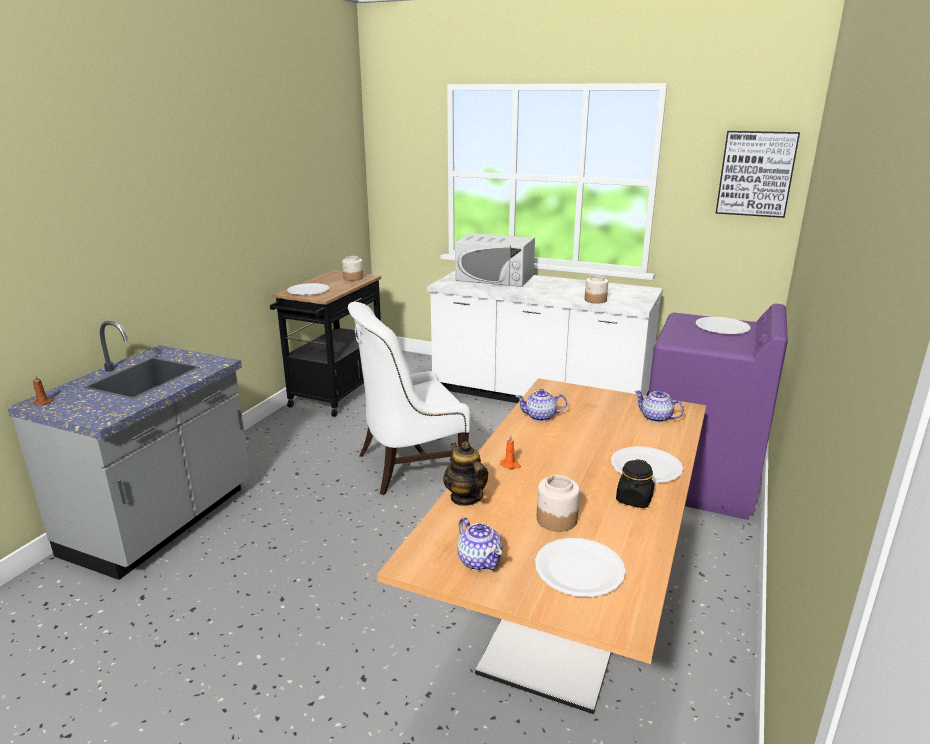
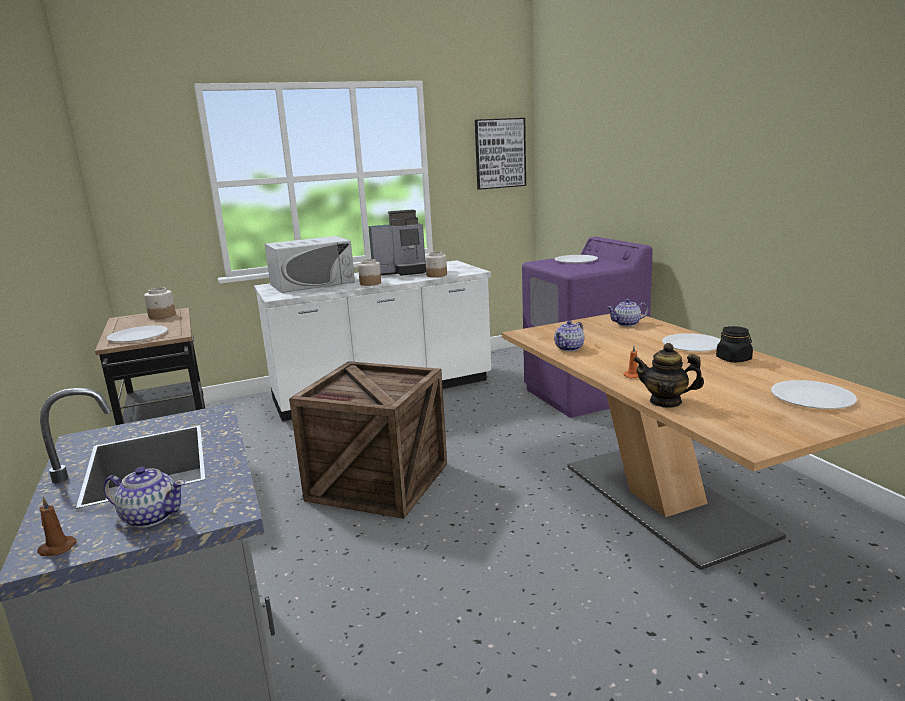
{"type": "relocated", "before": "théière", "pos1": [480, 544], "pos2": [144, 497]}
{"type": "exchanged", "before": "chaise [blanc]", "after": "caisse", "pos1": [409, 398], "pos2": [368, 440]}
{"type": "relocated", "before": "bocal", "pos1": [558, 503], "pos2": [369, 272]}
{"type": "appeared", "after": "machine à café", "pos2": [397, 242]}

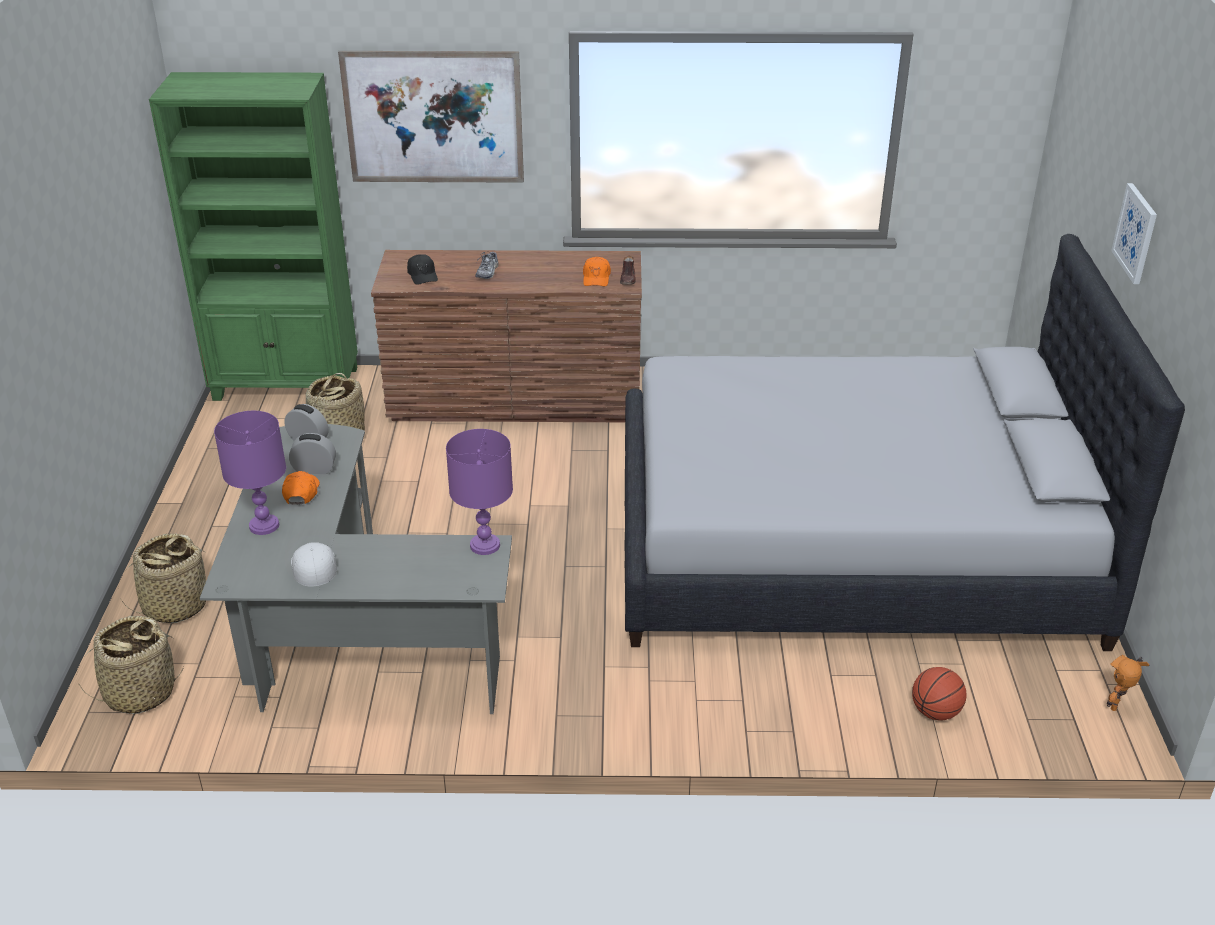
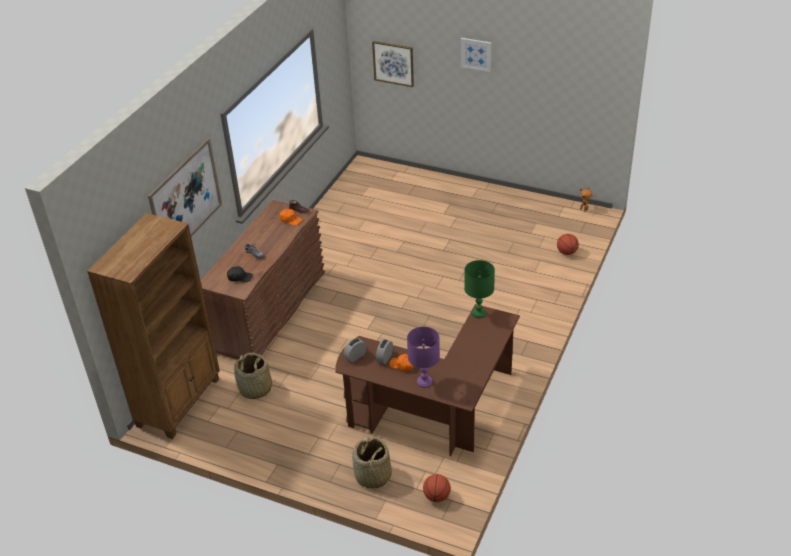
{"type": "colour", "before": "bibliothèque [vert]", "after": "bibliothèque [marron]", "pos1": [253, 236], "pos2": [153, 326]}
{"type": "colour", "before": "bureau [gris]", "after": "bureau [marron]", "pos1": [356, 569], "pos2": [427, 380]}
{"type": "appeared", "after": "tableau", "pos2": [393, 64]}
{"type": "exchanged", "before": "panier", "after": "ballon de basket", "pos1": [131, 665], "pos2": [437, 488]}
{"type": "colour", "before": "lampe de table [violet]", "after": "lampe de table [vert]", "pos1": [479, 492], "pos2": [479, 289]}
{"type": "missing", "before": "casquette [blanc]", "pos1": [314, 564]}
{"type": "missing", "before": "lit [gris]", "pos1": [905, 442]}

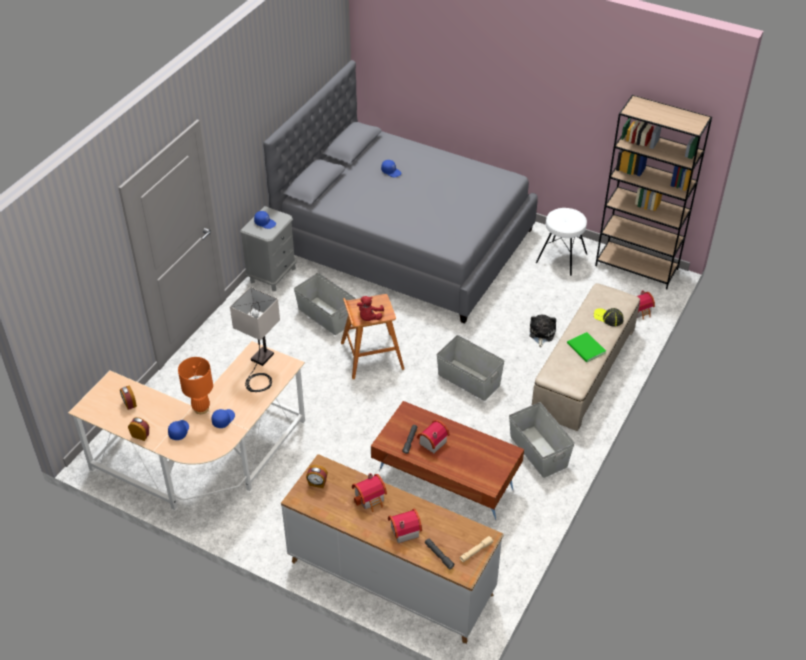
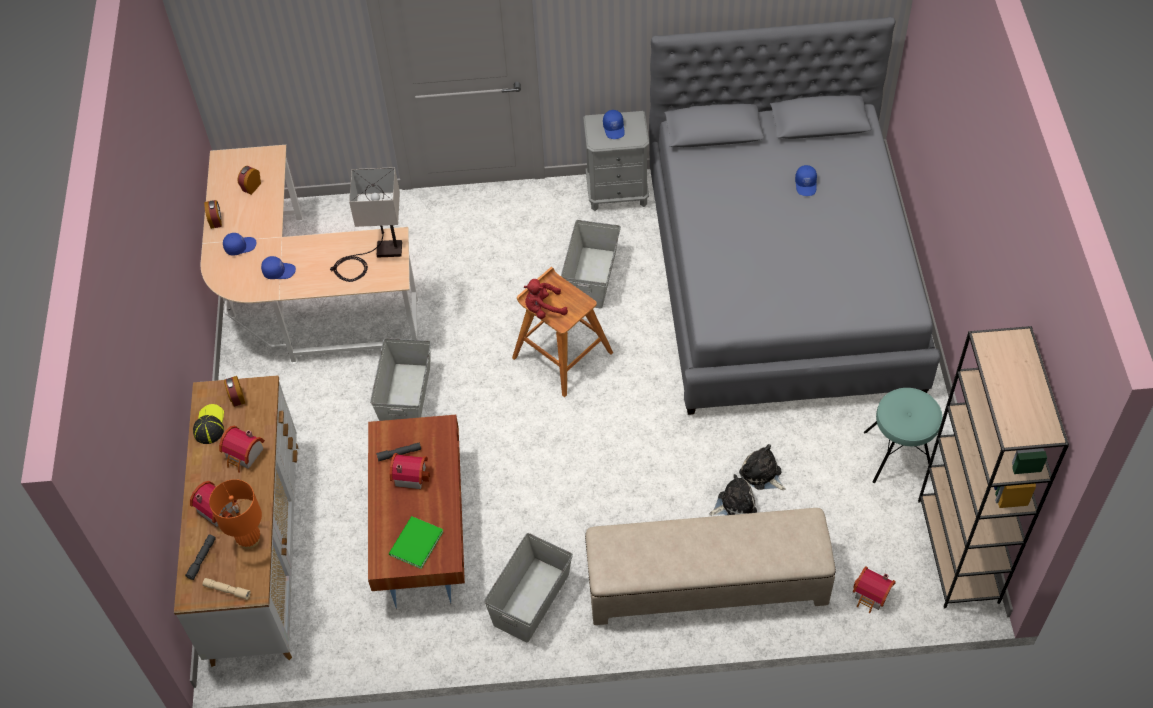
{"type": "relocated", "before": "casquette", "pos1": [609, 317], "pos2": [208, 424]}
{"type": "relocated", "before": "lampe de table [orange]", "pos1": [195, 385], "pos2": [235, 514]}
{"type": "relocated", "before": "boîte de rangement [gris]", "pos1": [470, 368], "pos2": [400, 379]}
{"type": "relocated", "before": "livre [vert]", "pos1": [586, 347], "pos2": [416, 542]}
{"type": "appeared", "after": "peluche", "pos2": [762, 467]}
{"type": "colour", "before": "tabouret [blanc]", "after": "tabouret [turquoise]", "pos1": [561, 242], "pos2": [903, 435]}

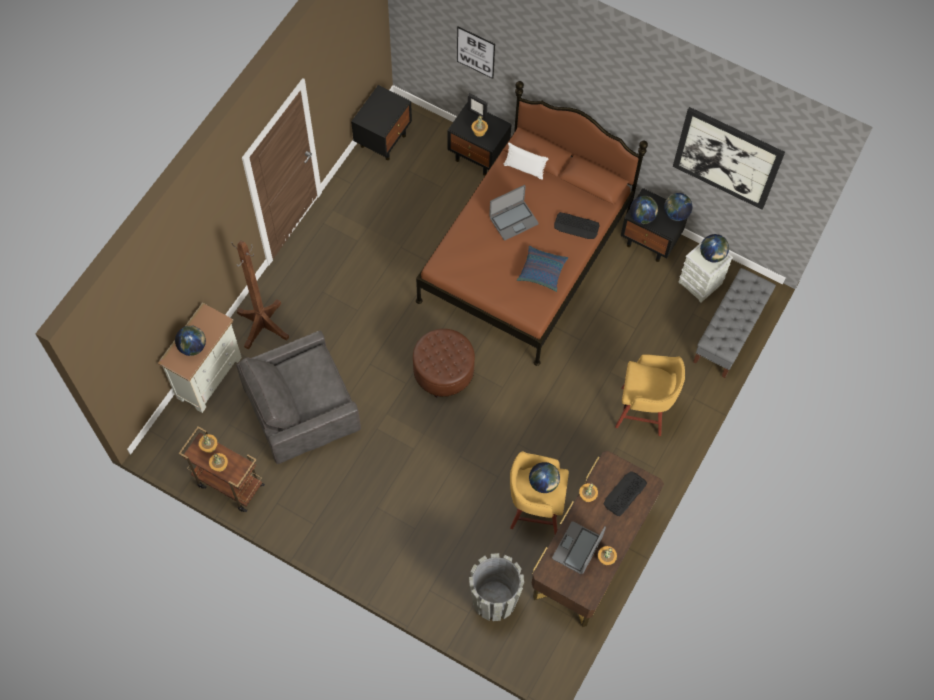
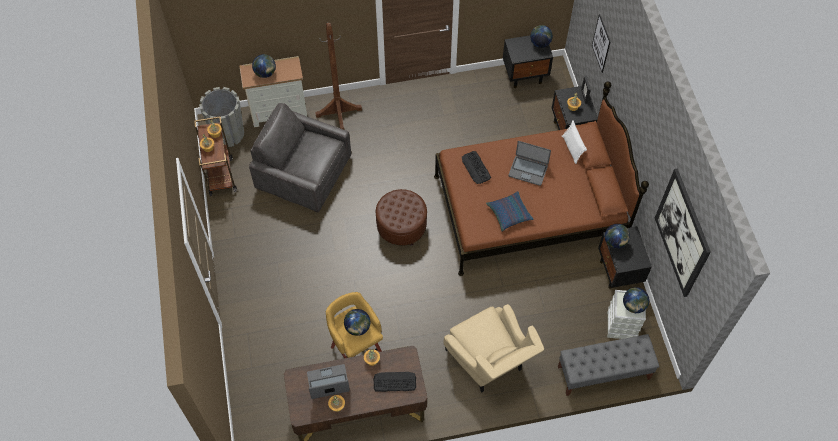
{"type": "relocated", "before": "cache-pot [gris]", "pos1": [496, 587], "pos2": [221, 117]}
{"type": "exchanged", "before": "tabouret [jaune]", "after": "fauteuil [beige]", "pos1": [650, 395], "pos2": [494, 348]}
{"type": "relocated", "before": "clavier", "pos1": [577, 225], "pos2": [476, 167]}
{"type": "relocated", "before": "globe", "pos1": [678, 207], "pos2": [541, 36]}

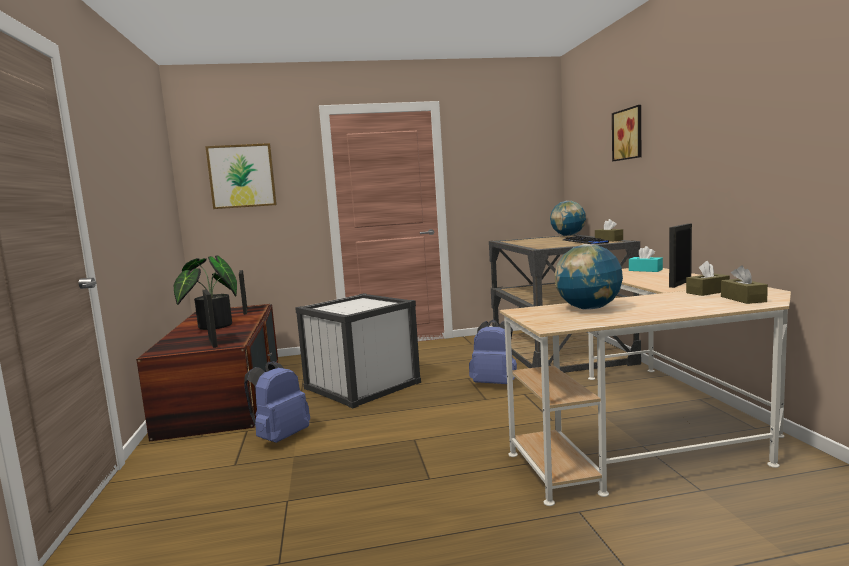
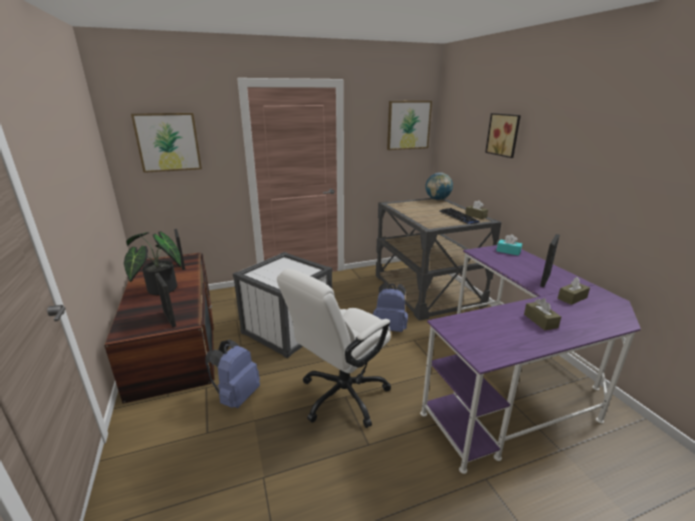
{"type": "appeared", "after": "chaise de bureau [blanc]", "pos2": [334, 348]}
{"type": "appeared", "after": "tableau", "pos2": [409, 125]}
{"type": "colour", "before": "bureau [beige]", "after": "bureau [violet]", "pos1": [645, 387], "pos2": [530, 359]}
{"type": "relocated", "before": "boîte à mouchoirs [marron]", "pos1": [744, 284], "pos2": [542, 314]}
{"type": "missing", "before": "globe", "pos1": [588, 277]}

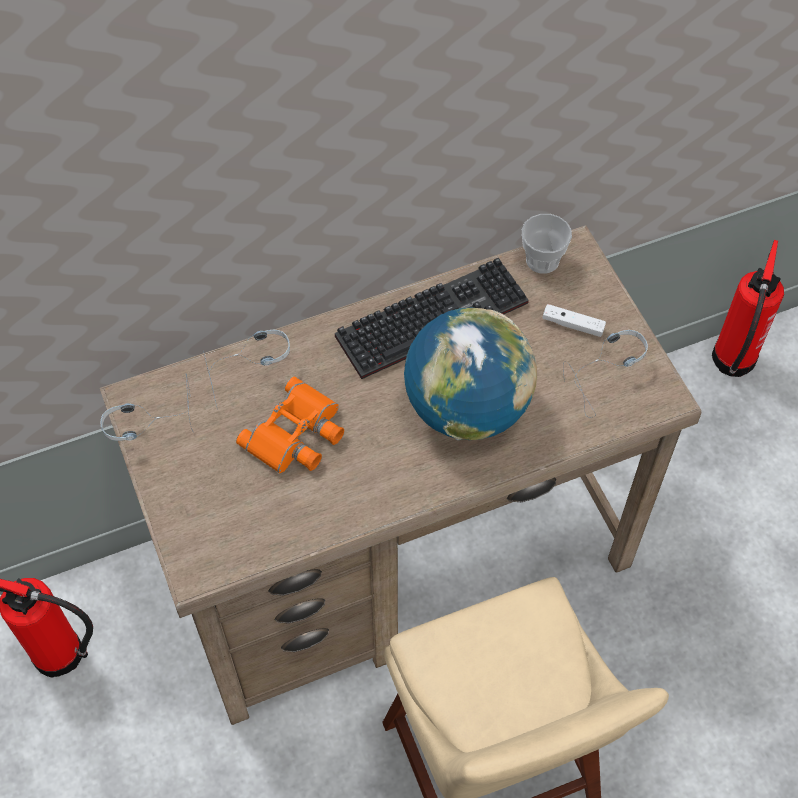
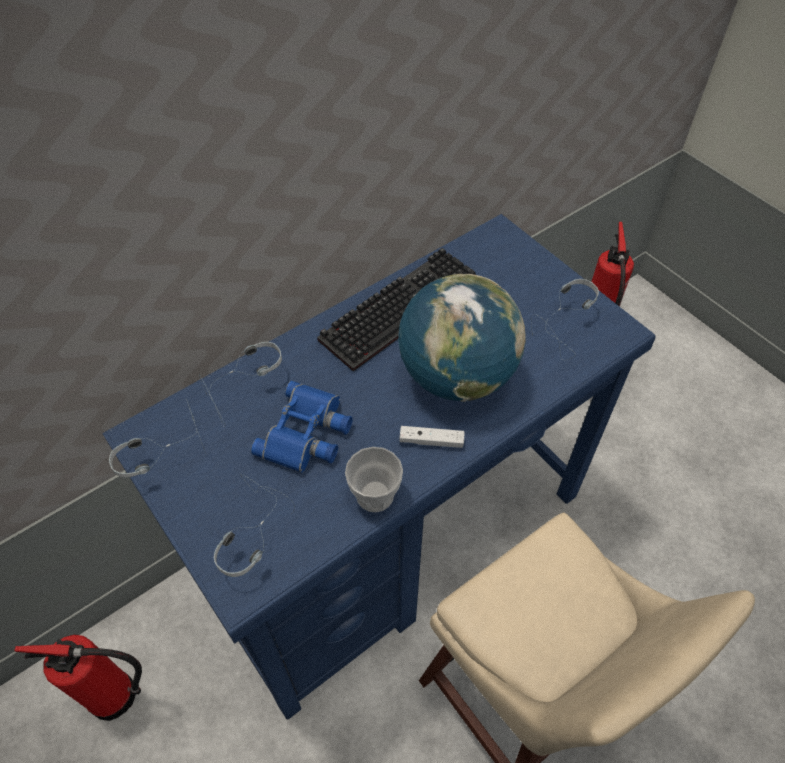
{"type": "colour", "before": "bureau [marron]", "after": "bureau [bleu]", "pos1": [400, 475], "pos2": [379, 467]}
{"type": "appeared", "after": "casque audio", "pos2": [254, 525]}
{"type": "colour", "before": "jumelles [orange]", "after": "jumelles [bleu]", "pos1": [290, 425], "pos2": [302, 427]}
{"type": "relocated", "before": "tasse", "pos1": [547, 244], "pos2": [374, 479]}
{"type": "relocated", "before": "manette [blanc]", "pos1": [574, 320], "pos2": [432, 437]}

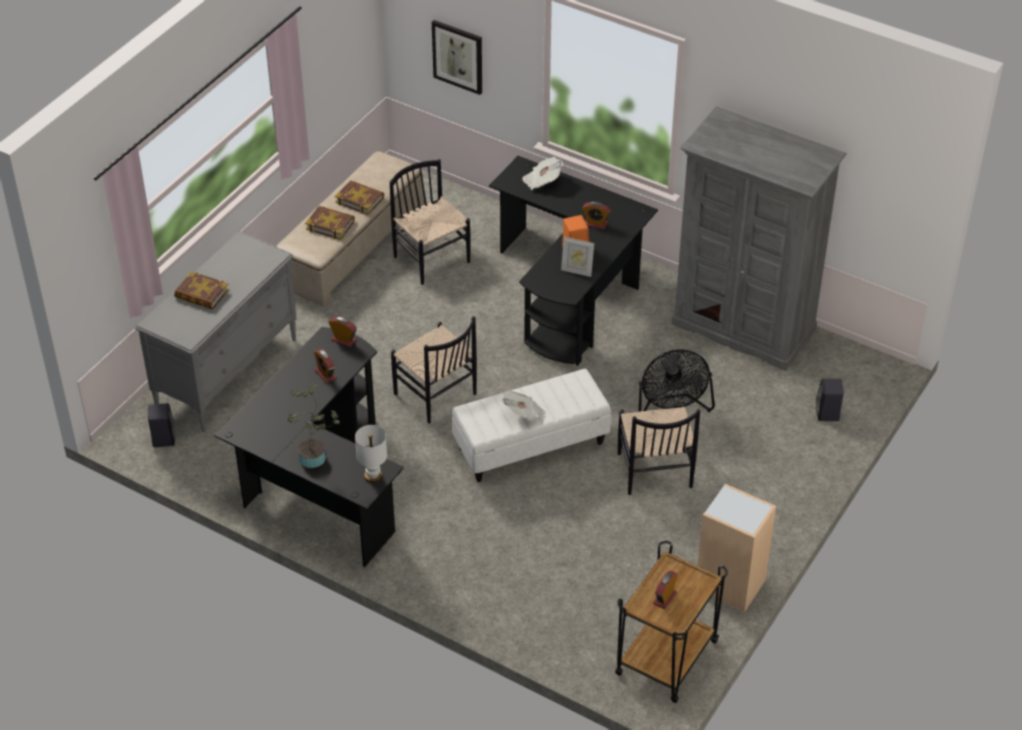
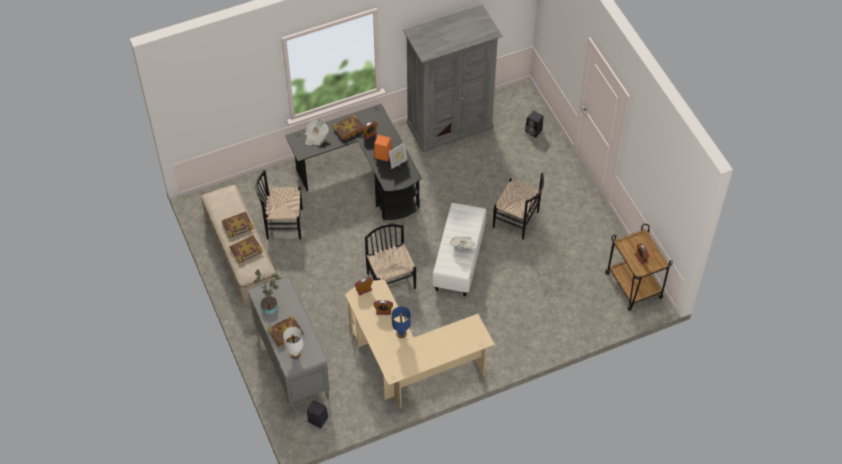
{"type": "relocated", "before": "plante en pot", "pos1": [314, 426], "pos2": [267, 292]}
{"type": "relocated", "before": "lampe de table [blanc]", "pos1": [371, 454], "pos2": [293, 343]}
{"type": "appeared", "after": "livre", "pos2": [348, 128]}
{"type": "colour", "before": "bureau [noir]", "after": "bureau [beige]", "pos1": [309, 447], "pos2": [420, 344]}
{"type": "spun", "before": "chaise [noir]", "pos1": [434, 370], "pos2": [390, 256], "turn": -105}
{"type": "appeared", "after": "lampe de table [bleu]", "pos2": [401, 322]}
{"type": "missing", "before": "tableau", "pos1": [457, 57]}
{"type": "missing", "before": "ventilateur [noir]", "pos1": [677, 380]}
{"type": "missing", "before": "bibliothèque", "pos1": [737, 548]}

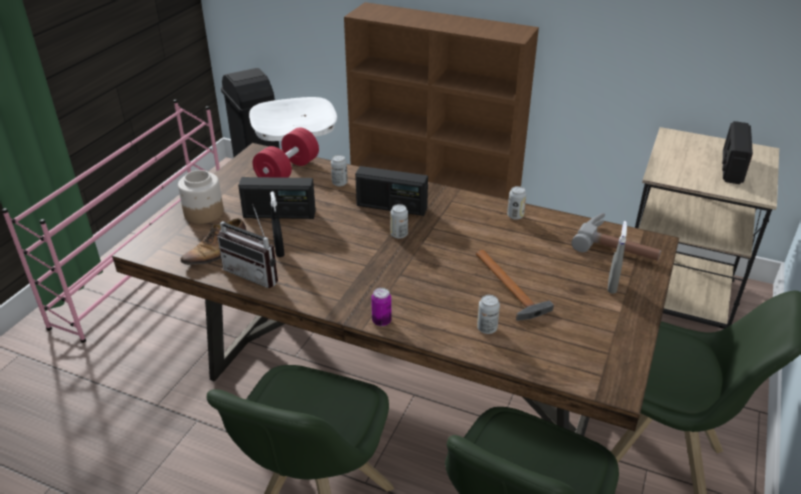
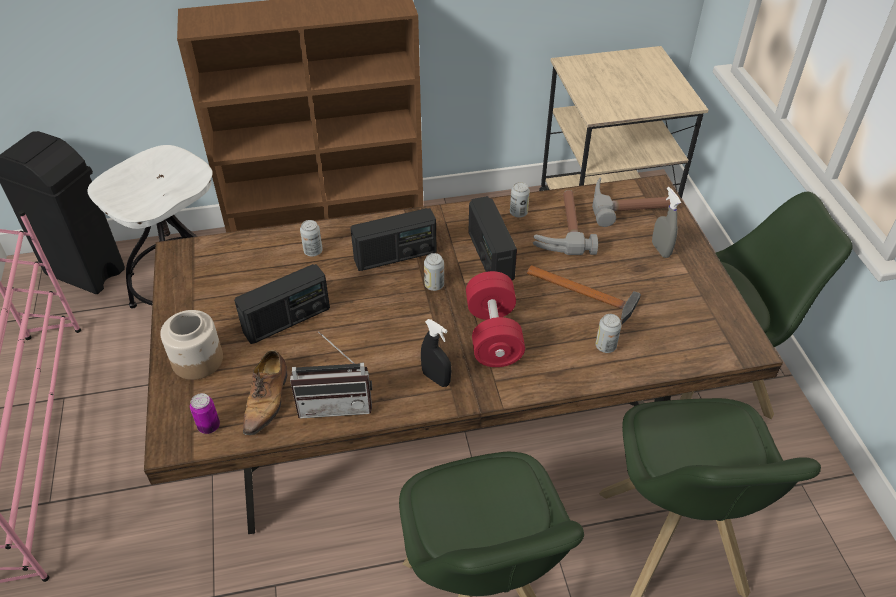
{"type": "relocated", "before": "boîte métallique", "pos1": [381, 307], "pos2": [205, 413]}
{"type": "relocated", "before": "vaporisateur [noir]", "pos1": [277, 224], "pos2": [436, 353]}
{"type": "relocated", "before": "haltère [rouge]", "pos1": [286, 152], "pos2": [495, 319]}
{"type": "relocated", "before": "radio", "pos1": [737, 152], "pos2": [492, 238]}
{"type": "appeared", "after": "marteau", "pos2": [565, 222]}

